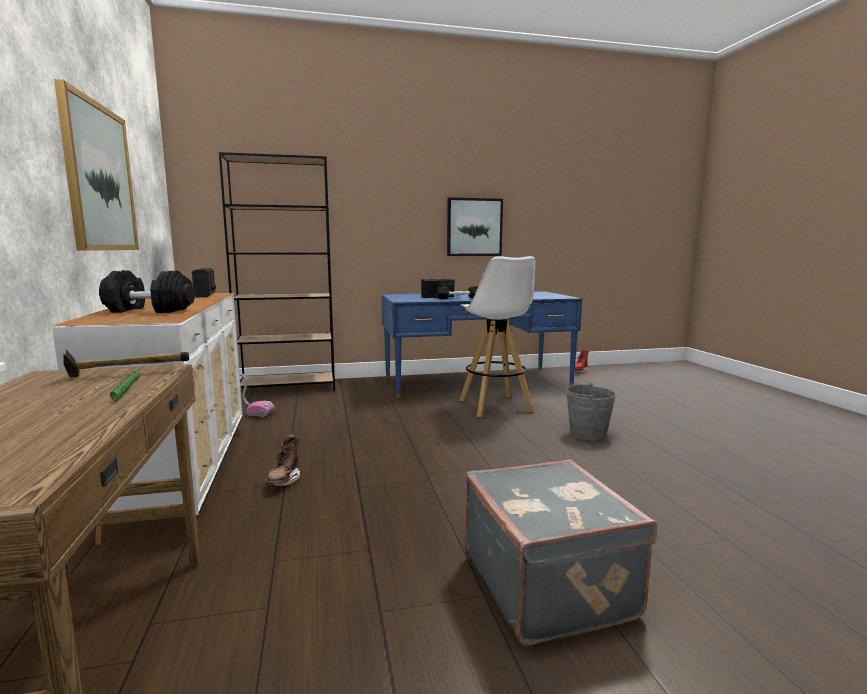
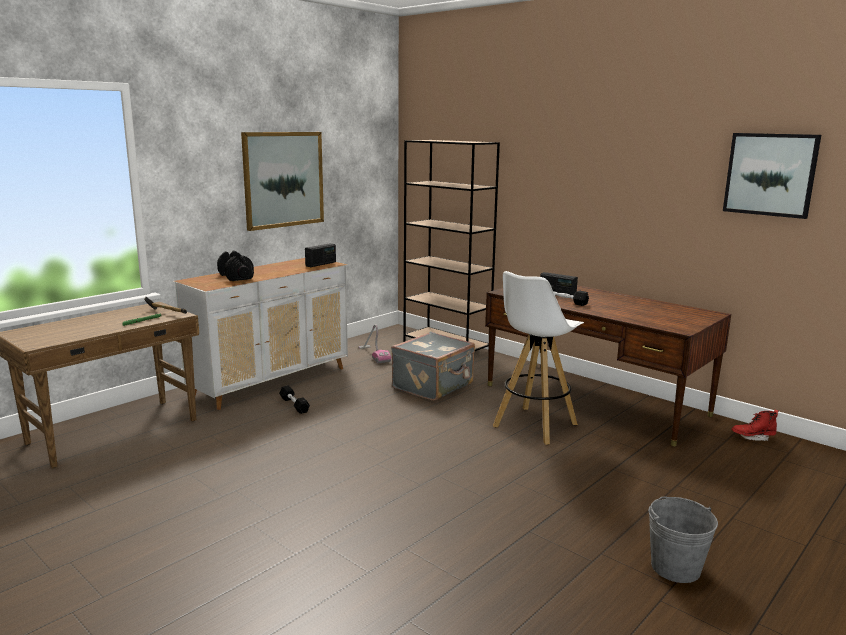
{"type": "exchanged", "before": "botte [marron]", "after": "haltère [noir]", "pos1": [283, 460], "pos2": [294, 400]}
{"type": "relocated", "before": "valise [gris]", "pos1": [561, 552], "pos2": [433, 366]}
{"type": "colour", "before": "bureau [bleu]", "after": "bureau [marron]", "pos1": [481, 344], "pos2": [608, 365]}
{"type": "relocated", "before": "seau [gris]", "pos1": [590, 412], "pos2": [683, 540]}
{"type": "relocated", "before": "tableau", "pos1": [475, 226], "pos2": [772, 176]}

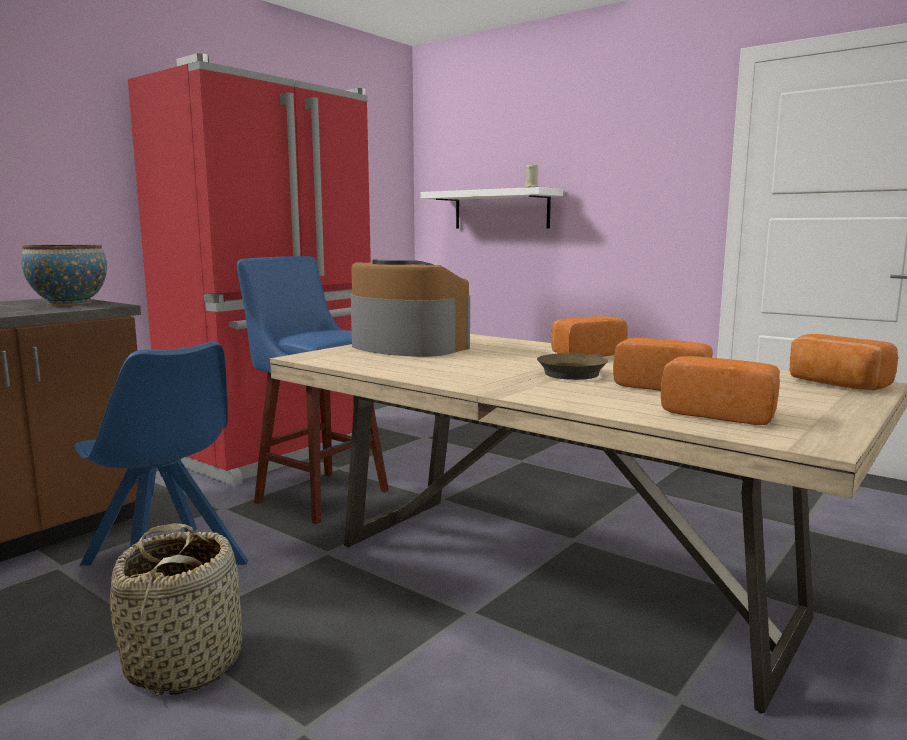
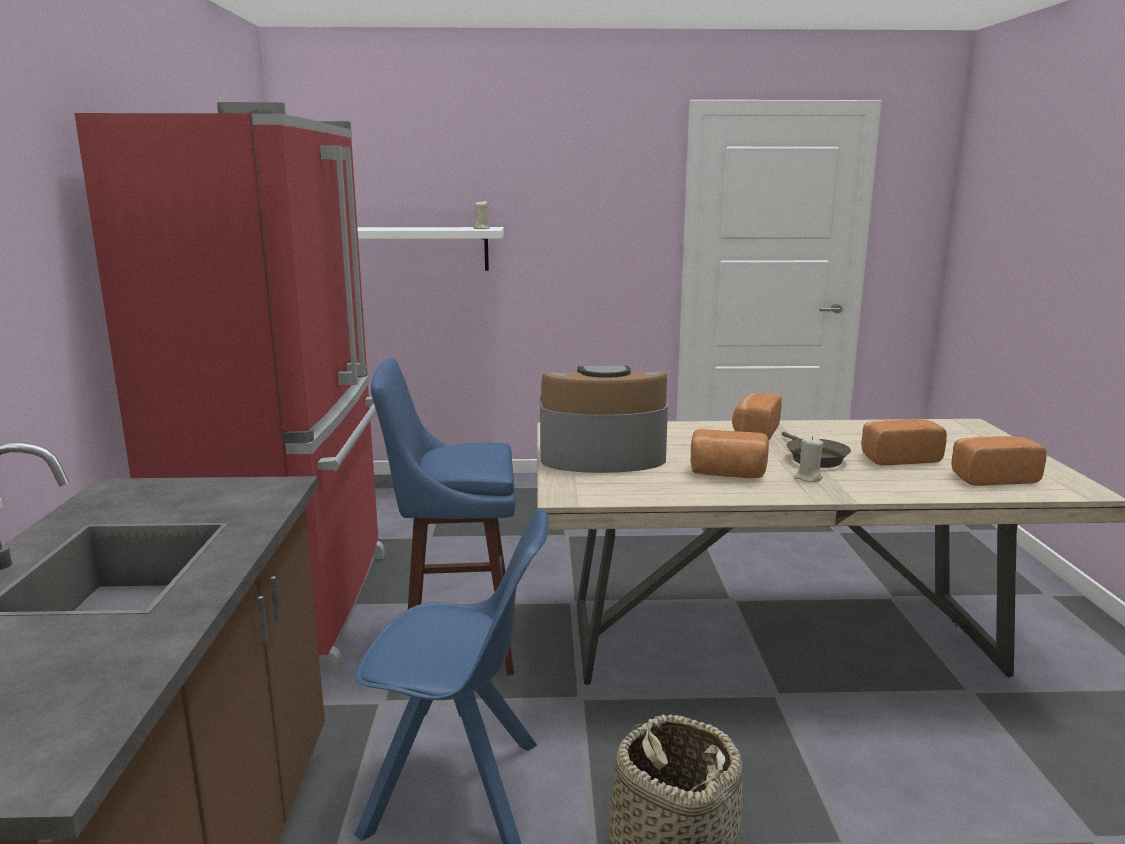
{"type": "relocated", "before": "pain", "pos1": [844, 362], "pos2": [730, 453]}
{"type": "appeared", "after": "bougie [beige]", "pos2": [809, 459]}
{"type": "missing", "before": "bol", "pos1": [64, 275]}

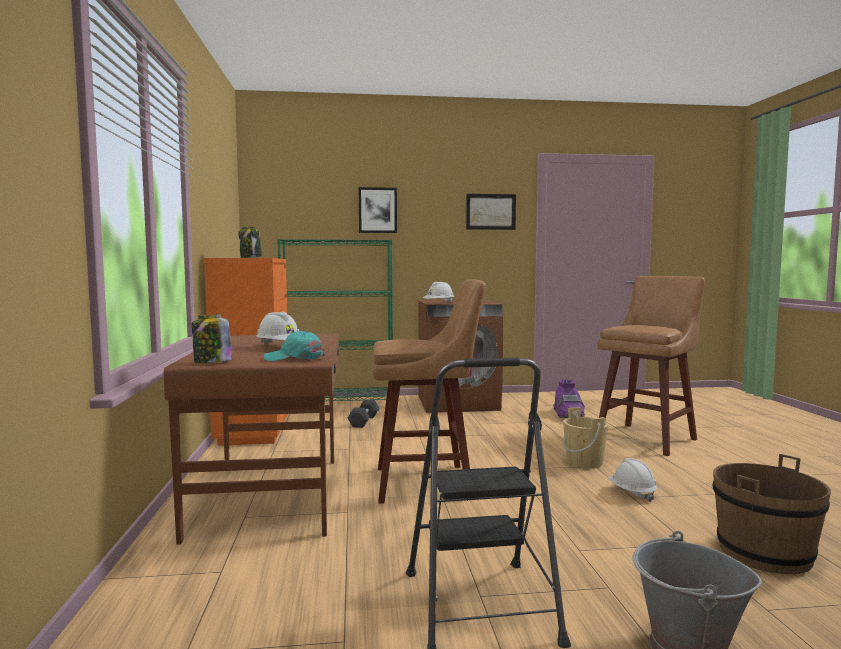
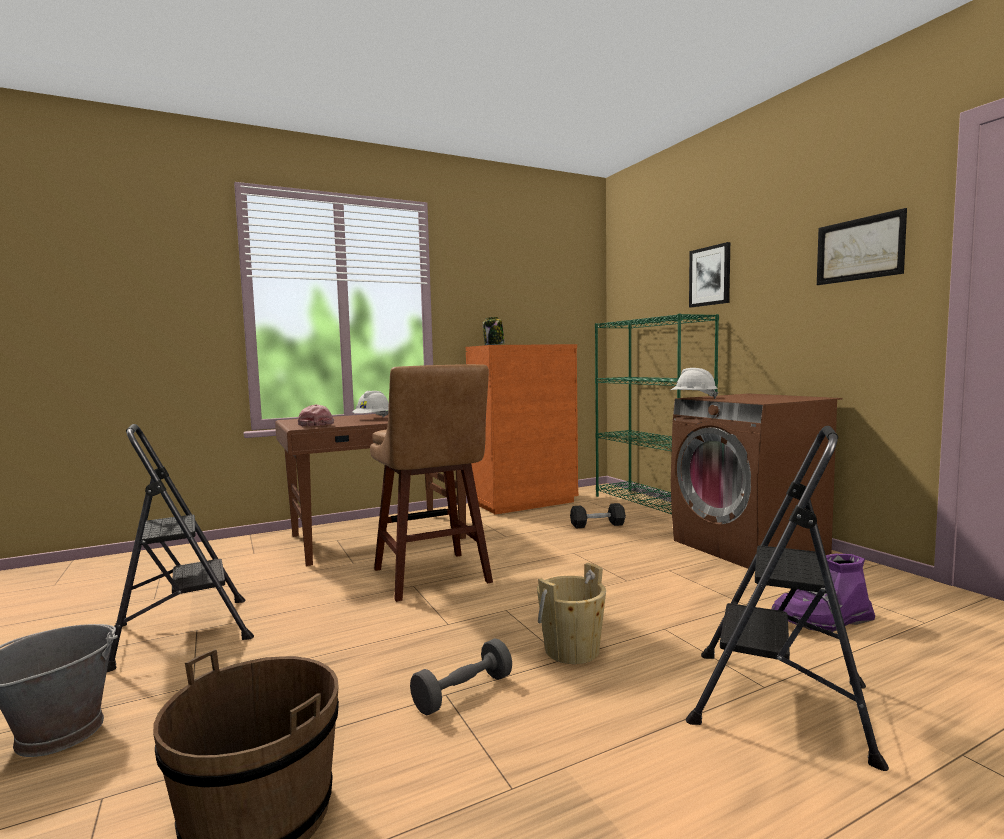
{"type": "colour", "before": "casquette [turquoise]", "after": "casquette [rose]", "pos1": [294, 346], "pos2": [316, 415]}
{"type": "exchanged", "before": "casque de chantier [blanc]", "after": "haltère [gris]", "pos1": [632, 480], "pos2": [461, 677]}
{"type": "exchanged", "before": "tabouret [marron]", "after": "escabeau [noir]", "pos1": [651, 366], "pos2": [787, 598]}
{"type": "missing", "before": "bocal", "pos1": [212, 338]}

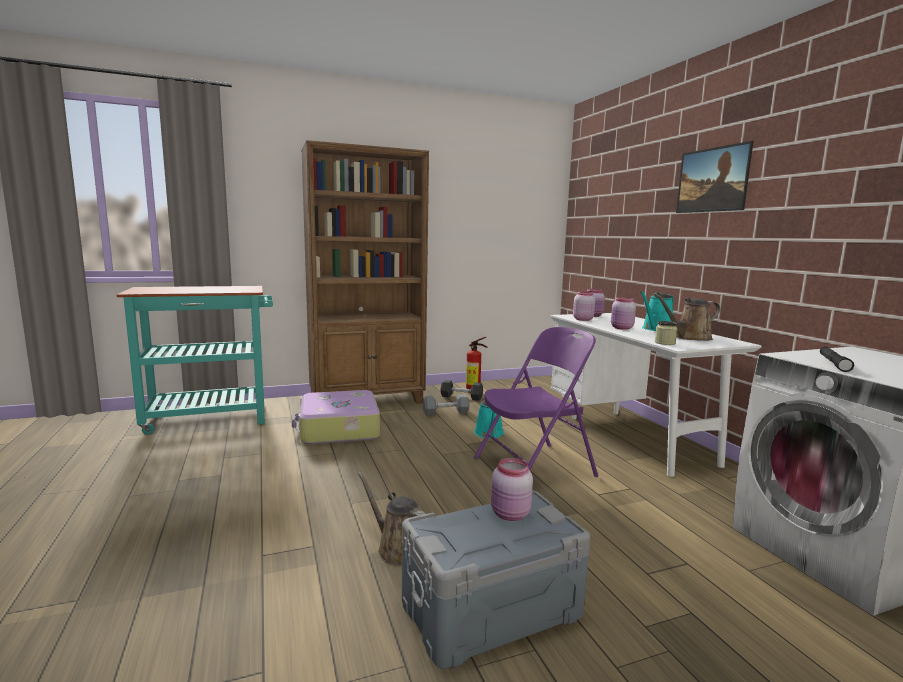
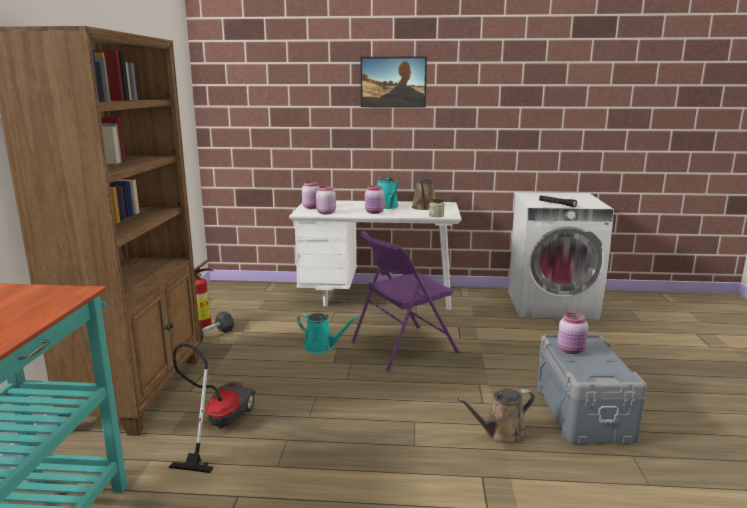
{"type": "exchanged", "before": "valise", "after": "aspirateur", "pos1": [336, 417], "pos2": [212, 408]}
{"type": "spun", "before": "chaise [violet]", "pos1": [536, 402], "pos2": [405, 301], "turn": -120}
{"type": "missing", "before": "haltère [gris]", "pos1": [446, 405]}

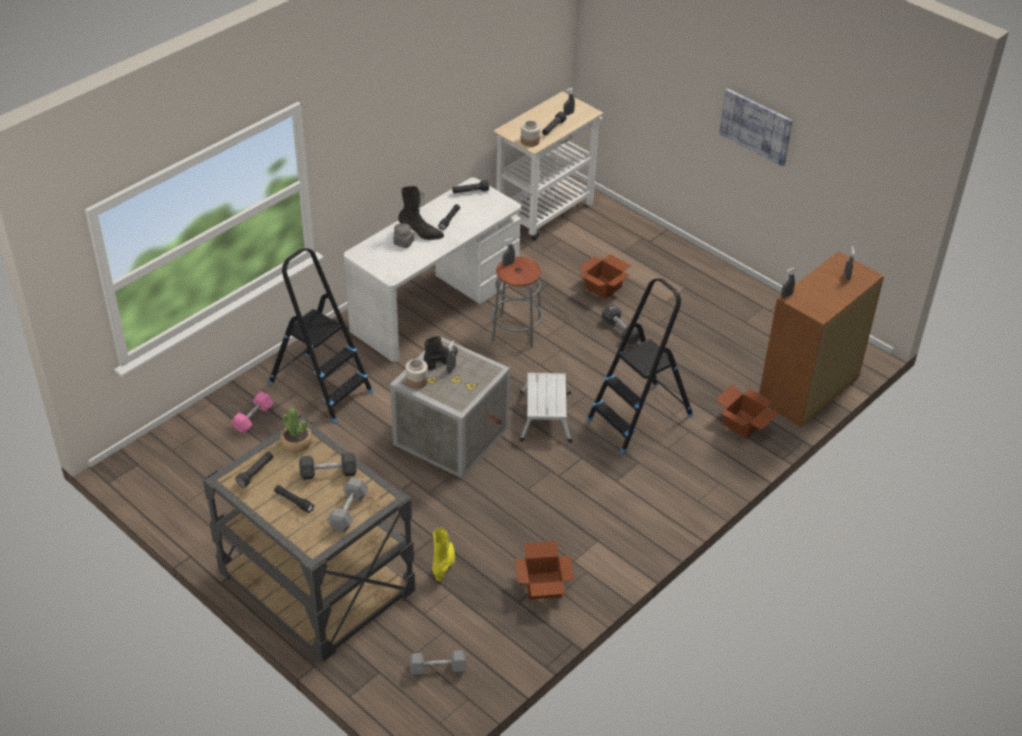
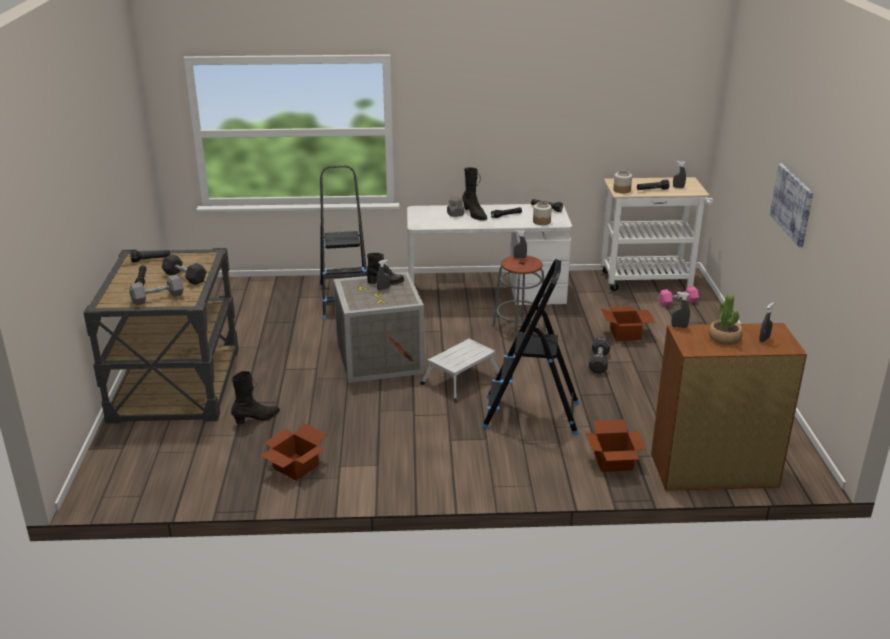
{"type": "colour", "before": "botte [jaune]", "after": "botte [noir]", "pos1": [443, 554], "pos2": [255, 397]}
{"type": "relocated", "before": "bocal", "pos1": [416, 374], "pos2": [542, 213]}
{"type": "relocated", "before": "haltère [rose]", "pos1": [252, 412], "pos2": [679, 296]}
{"type": "relocated", "before": "plante en pot", "pos1": [296, 430], "pos2": [726, 319]}
{"type": "missing", "before": "haltère [gris]", "pos1": [438, 663]}

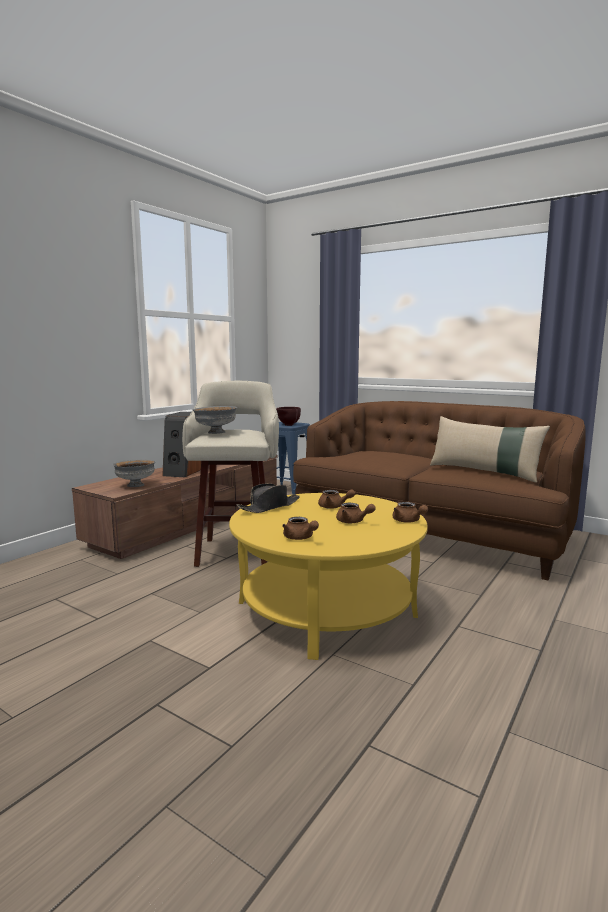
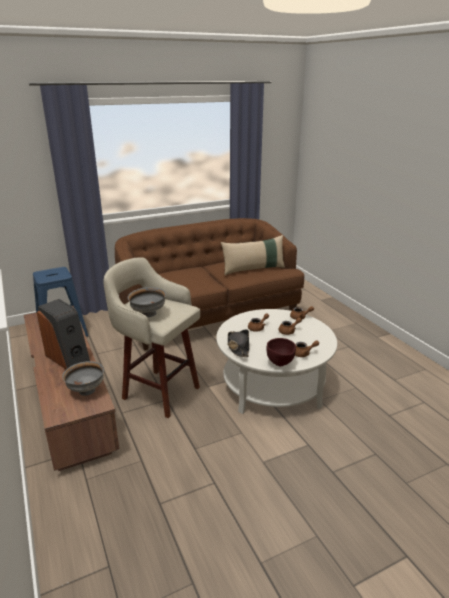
{"type": "colour", "before": "table basse [jaune]", "after": "table basse [blanc]", "pos1": [328, 576], "pos2": [276, 361]}
{"type": "relocated", "before": "bol [marron]", "pos1": [288, 416], "pos2": [281, 352]}

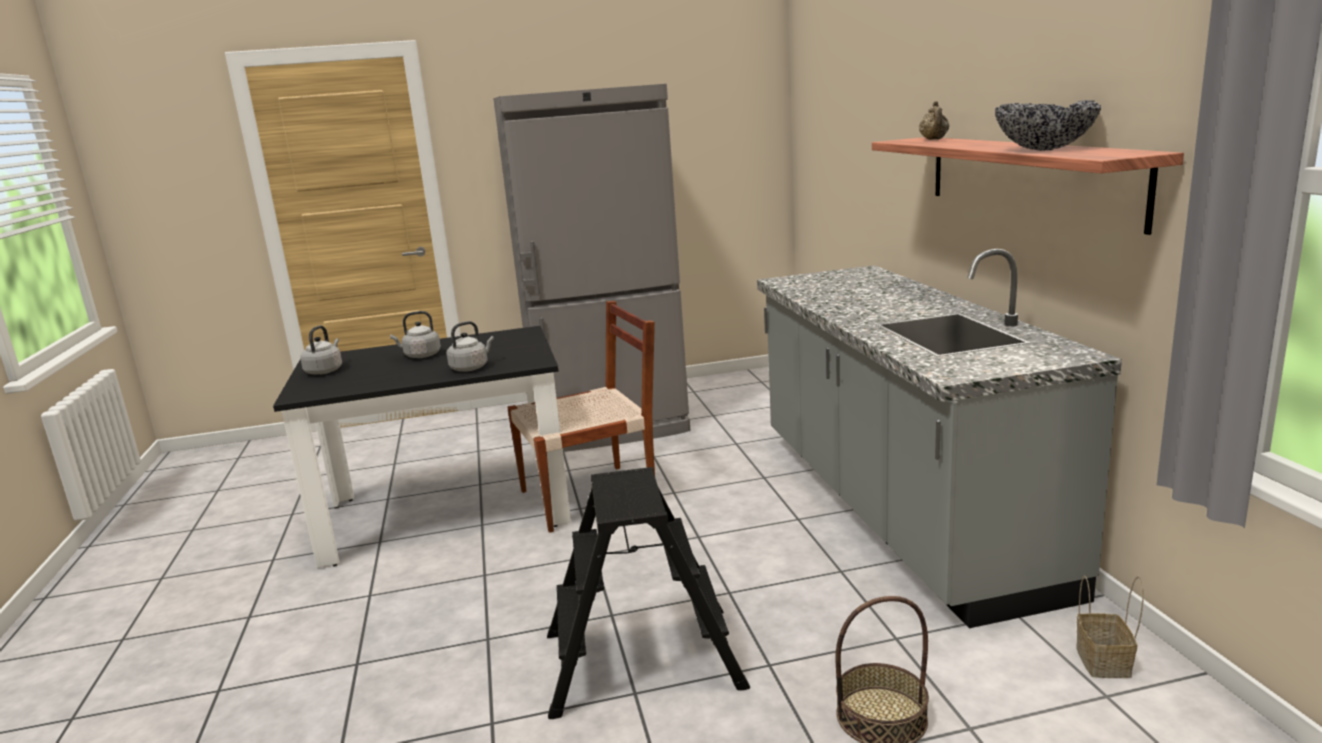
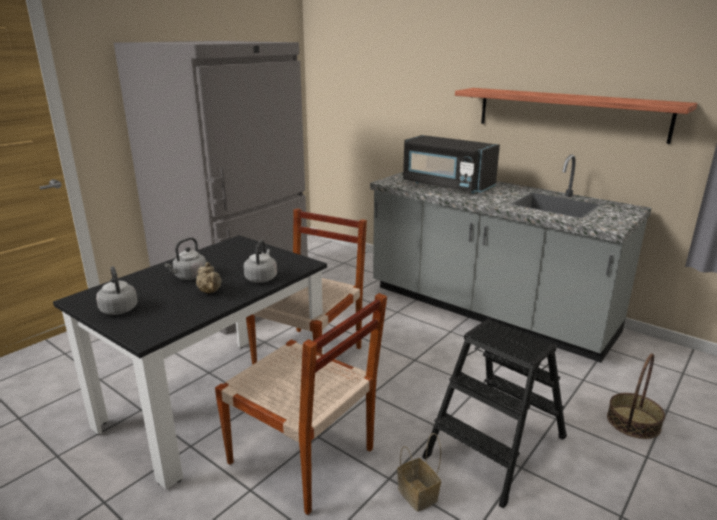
{"type": "relocated", "before": "théière [beige]", "pos1": [934, 120], "pos2": [209, 277]}
{"type": "appeared", "after": "chaise", "pos2": [301, 404]}
{"type": "relocated", "before": "panier", "pos1": [1110, 626], "pos2": [419, 472]}
{"type": "appeared", "after": "micro-ondes [noir]", "pos2": [451, 164]}
{"type": "missing", "before": "bol", "pos1": [1048, 125]}

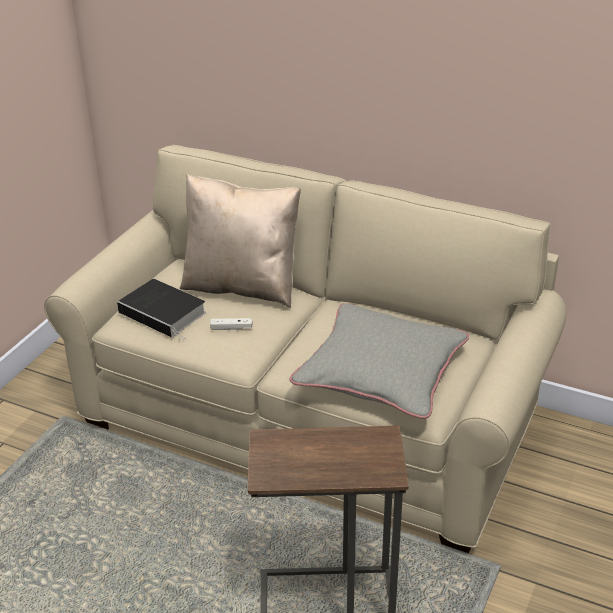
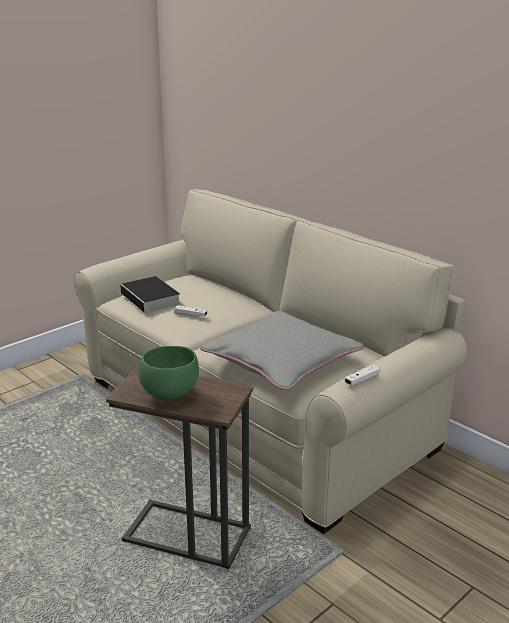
{"type": "appeared", "after": "bol [vert]", "pos2": [168, 373]}
{"type": "appeared", "after": "manette [blanc]", "pos2": [363, 375]}
{"type": "missing", "before": "coussin [beige]", "pos1": [240, 241]}

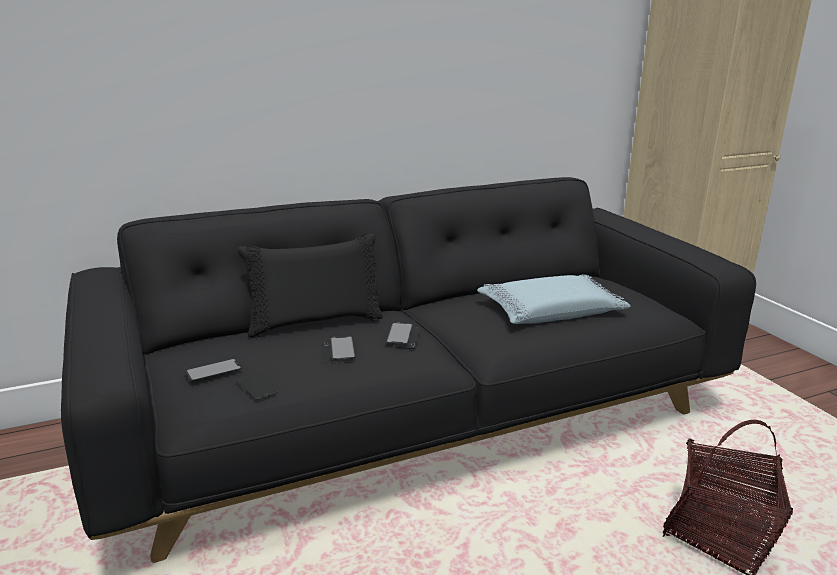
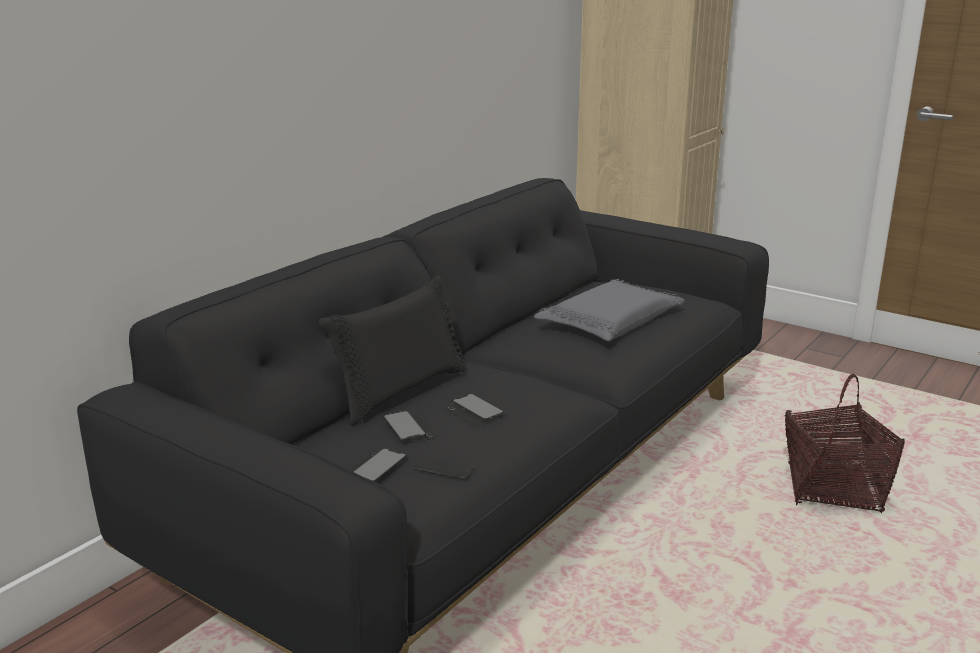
{"type": "relocated", "before": "téléphone", "pos1": [403, 335], "pos2": [409, 427]}
{"type": "colour", "before": "coussin [bleu]", "after": "coussin [gris]", "pos1": [554, 299], "pos2": [609, 310]}

